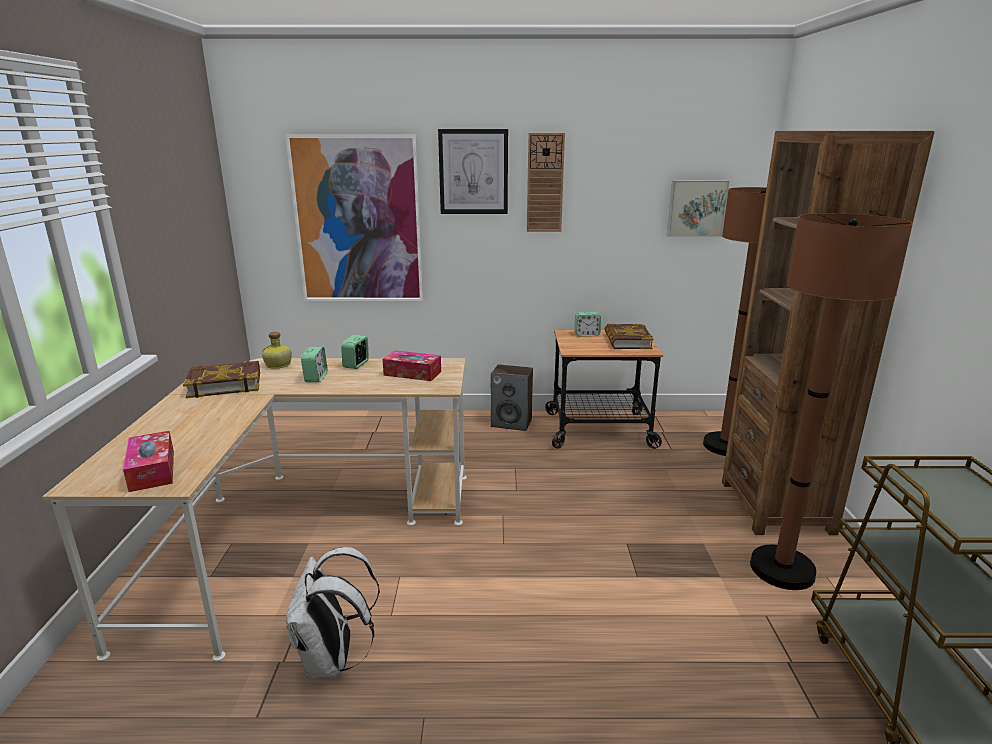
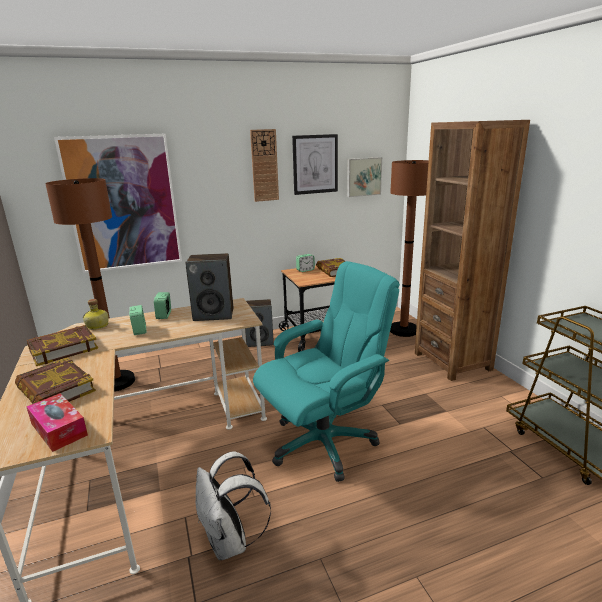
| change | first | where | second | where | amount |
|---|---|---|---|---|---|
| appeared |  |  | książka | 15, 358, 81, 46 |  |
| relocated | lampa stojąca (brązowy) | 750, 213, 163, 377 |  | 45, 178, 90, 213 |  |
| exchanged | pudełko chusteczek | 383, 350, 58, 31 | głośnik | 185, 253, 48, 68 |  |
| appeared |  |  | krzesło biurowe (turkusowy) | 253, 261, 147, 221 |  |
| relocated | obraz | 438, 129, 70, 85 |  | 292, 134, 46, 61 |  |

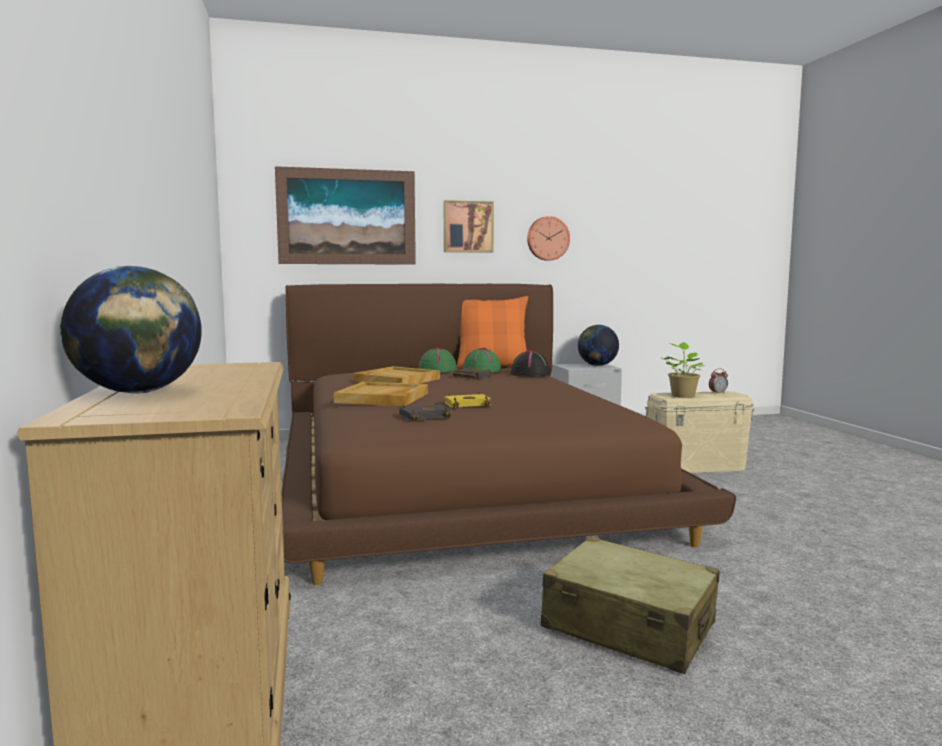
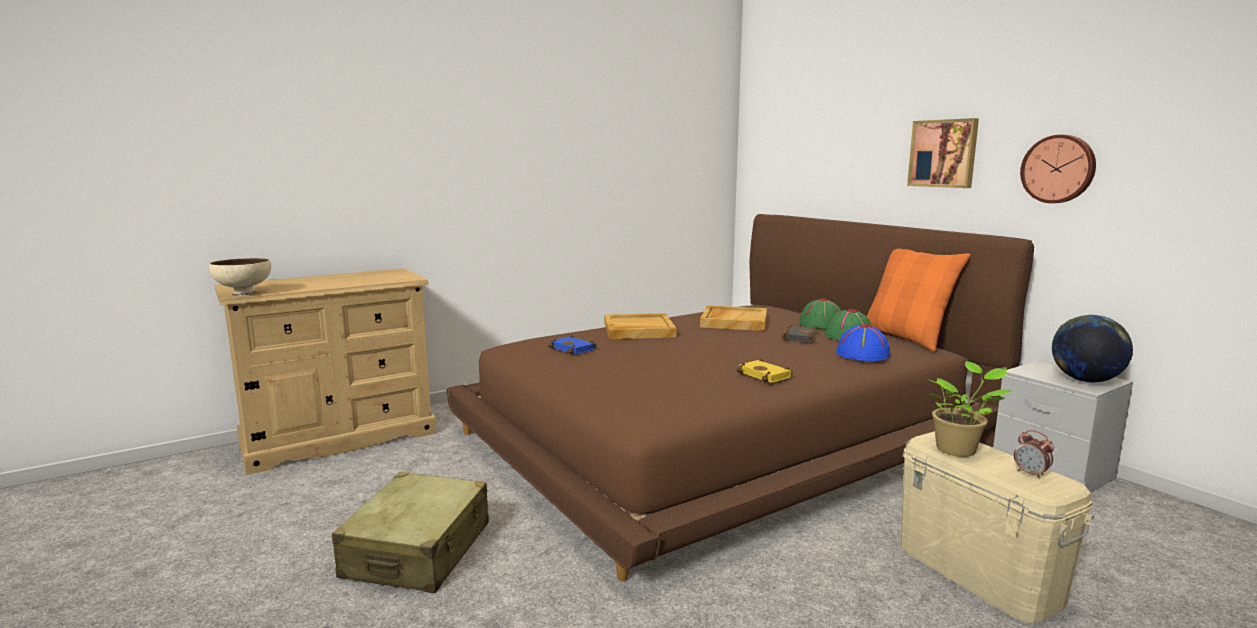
| change | first | where | second | where | amount |
|---|---|---|---|---|---|
| appeared |  |  | miska (beżowy) | 209, 258, 62, 38 |  |
| colour | książka (czarny) | 399, 402, 52, 19 | książka (niebieski) | 548, 335, 49, 20 |  |
| relocated | książka (żółty) | 444, 392, 47, 16 |  | 736, 359, 57, 24 |  |
| colour | kapelusz (czarny) | 510, 350, 41, 27 | kapelusz (niebieski) | 836, 324, 54, 37 |  |
| missing | globus | 60, 266, 142, 127 |  |  |  |
| missing | obraz | 275, 166, 141, 99 |  |  |  |

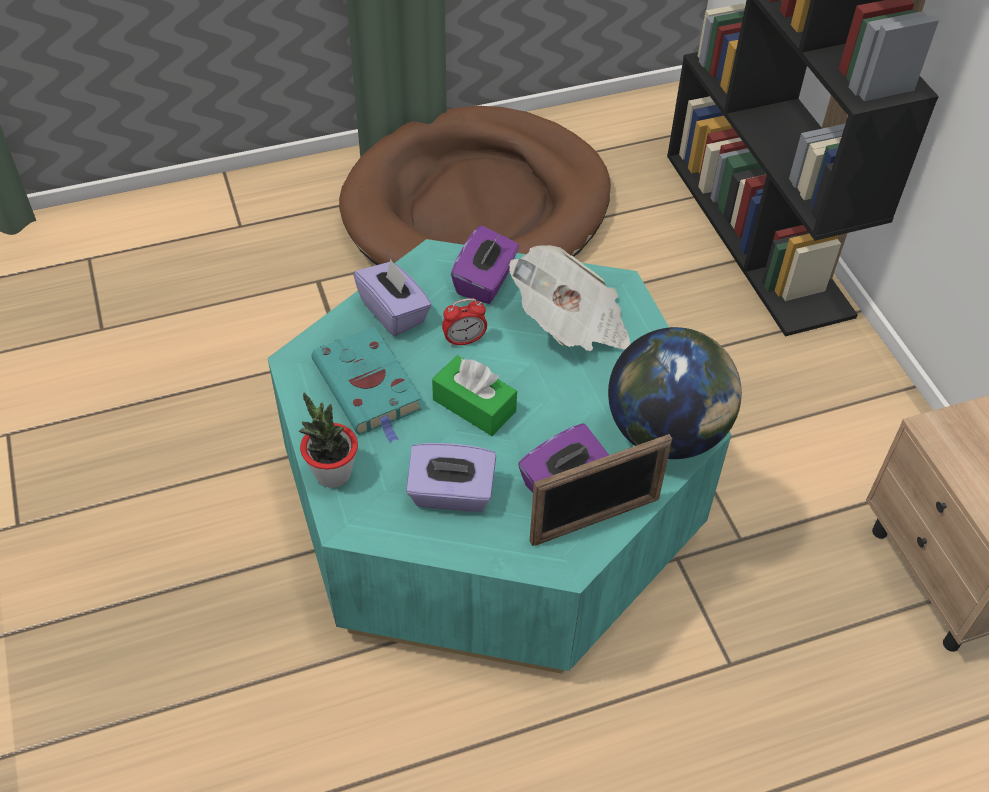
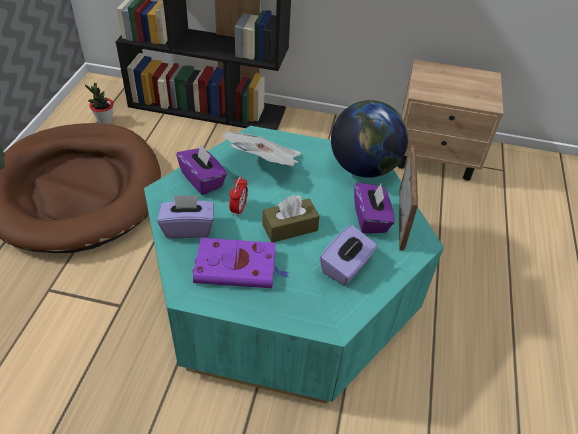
| change | first | where | second | where | amount |
|---|---|---|---|---|---|
| relocated | roślina doniczkowa | 299, 393, 59, 95 |  | 85, 83, 29, 41 |  |
| colour | książka (turkusowy) | 311, 327, 111, 116 | książka (fioletowy) | 193, 238, 96, 50 |  |
| colour | pudełko chusteczek (zielony) | 432, 355, 85, 81 | pudełko chusteczek (brązowy) | 262, 195, 58, 48 |  |

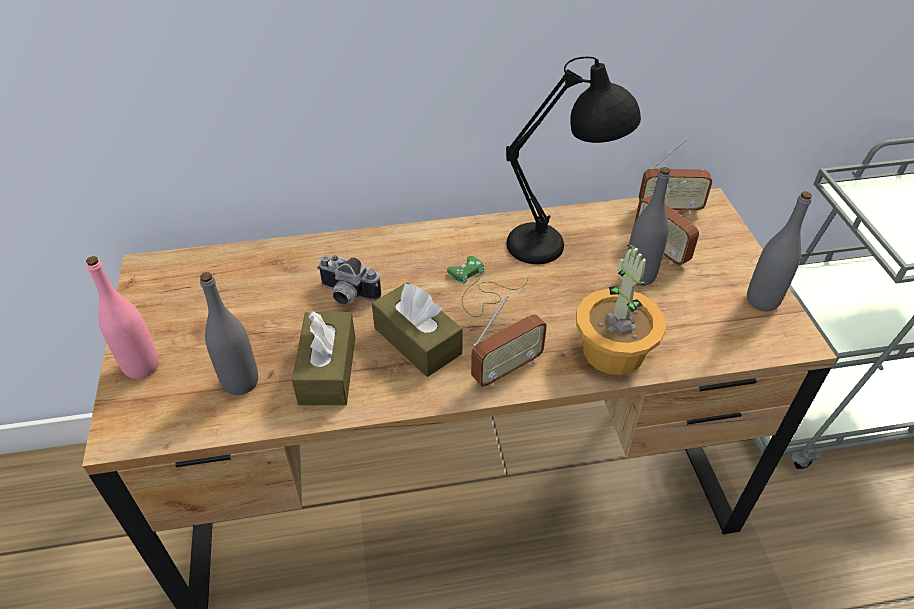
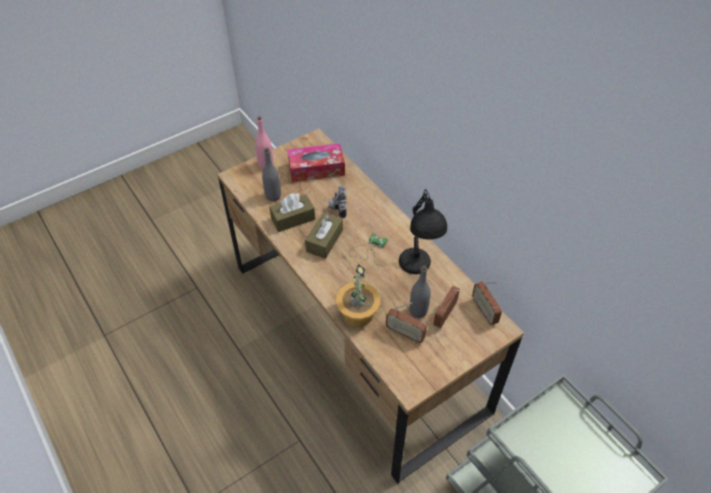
| change | first | where | second | where | amount |
|---|---|---|---|---|---|
| appeared |  |  | pudełko chusteczek | 288, 143, 57, 39 |  |
| relocated | radio | 471, 295, 76, 91 |  | 386, 303, 41, 40 |  |
| missing | butelka (szary) | 747, 191, 65, 120 |  |  |  |

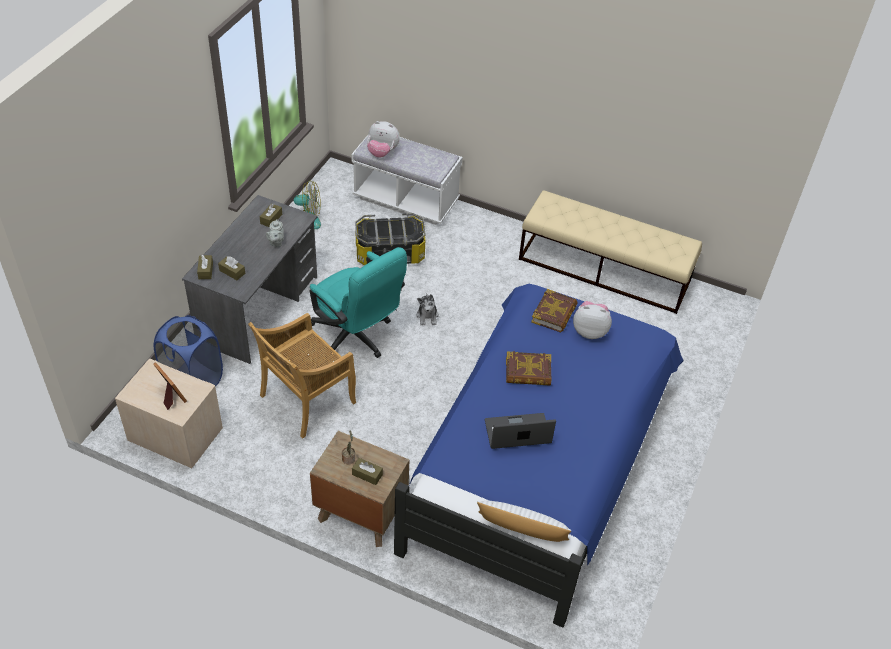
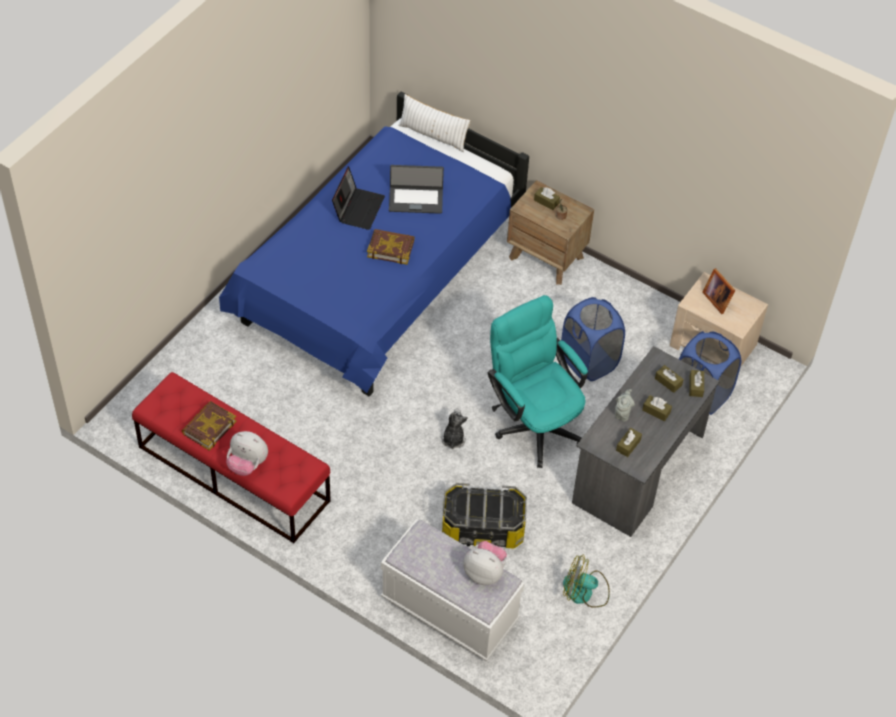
| change | first | where | second | where | amount |
|---|---|---|---|---|---|
| colour | ławka (beżowy) | 519, 190, 183, 124 | ławka (czerwony) | 132, 372, 199, 171 |  |
| relocated | książka | 531, 289, 47, 44 |  | 182, 401, 55, 49 |  |
| relocated | pluszak | 573, 301, 39, 38 |  | 226, 431, 42, 45 |  |
| appeared |  |  | laptop | 332, 166, 53, 64 |  |
| exchanged | krzesło (beżowy) | 248, 313, 108, 125 | kosz na pranie (niebieski) | 561, 297, 64, 84 |  |
| appeared |  |  | pudełko chusteczek (brązowy) | 642, 395, 30, 26 |  |

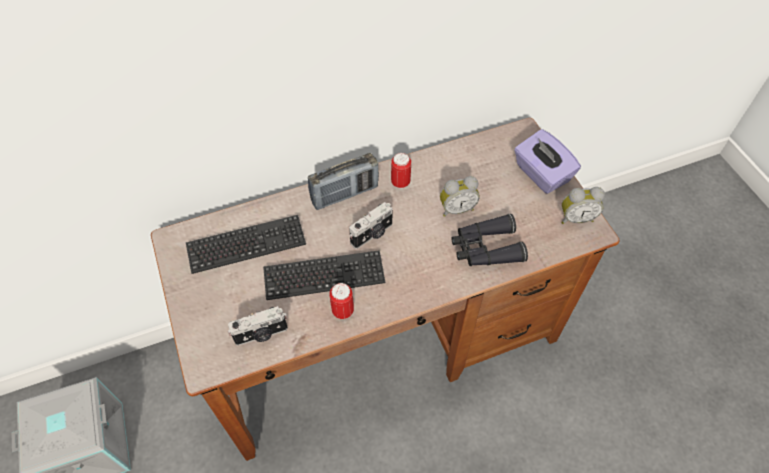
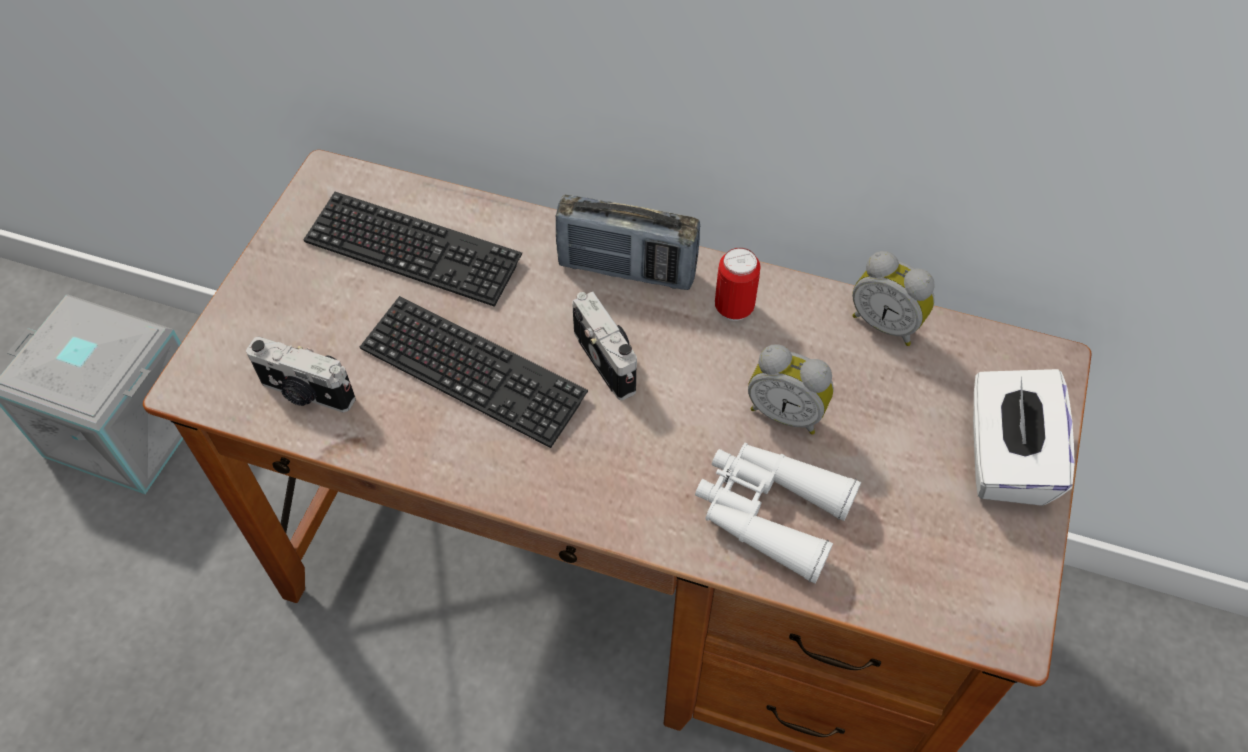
| change | first | where | second | where | amount |
|---|---|---|---|---|---|
| spun | aparat fotograficzny | 349, 202, 44, 47 |  | 572, 292, 65, 108 | 120 degrees counterclockwise |
| colour | lornetka (czarny) | 451, 214, 77, 52 | lornetka (biały) | 695, 443, 166, 141 |  |
| relocated | budzik | 561, 187, 44, 37 |  | 852, 251, 83, 95 |  |
| colour | pudełko chusteczek (fioletowy) | 514, 129, 67, 65 | pudełko chusteczek (biały) | 973, 369, 102, 137 |  |
| missing | puszka | 329, 283, 25, 36 |  |  |  |

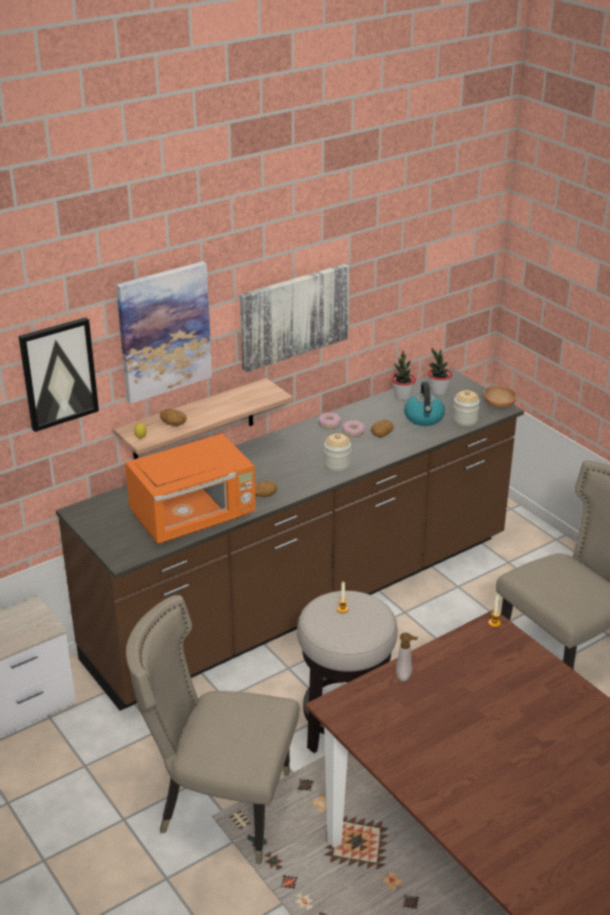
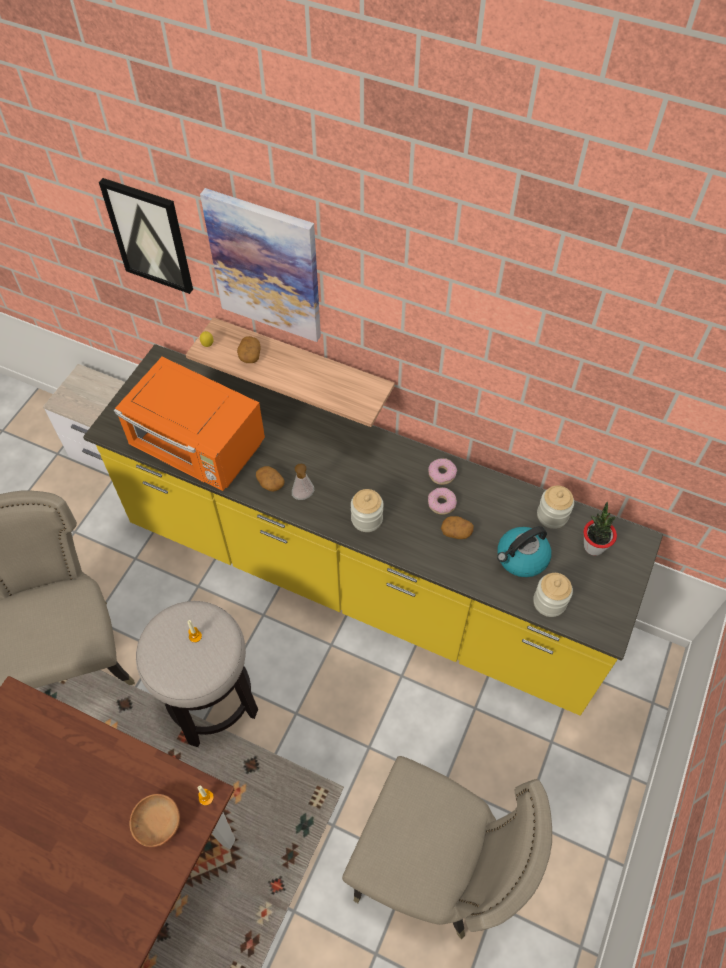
| change | first | where | second | where | amount |
|---|---|---|---|---|---|
| colour | zabudowa kuchenna (brązowy) | 56, 368, 468, 343 | zabudowa kuchenna (żółty) | 83, 344, 580, 372 |  |
| relocated | miska (brązowy) | 483, 386, 34, 22 |  | 129, 794, 51, 53 |  |
| relocated | dozownik mydła | 396, 633, 22, 48 |  | 292, 464, 22, 36 |  |
| exchanged | roślina doniczkowa | 392, 351, 24, 50 | słoik | 537, 485, 37, 44 |  |
| missing | obraz | 240, 264, 110, 108 |  |  |  |

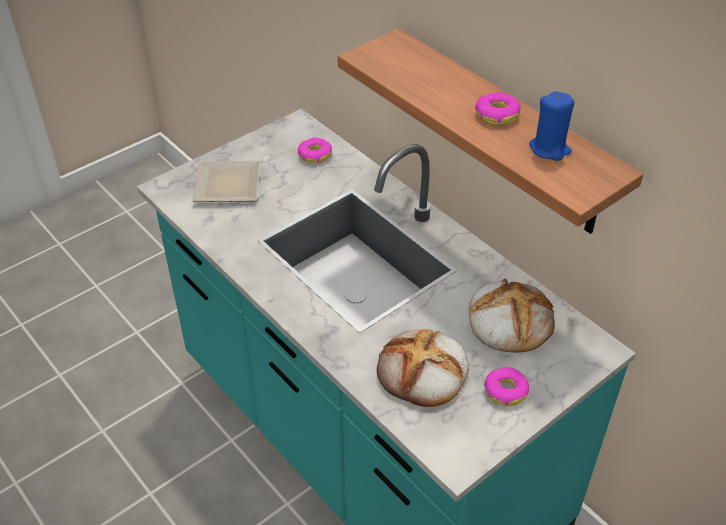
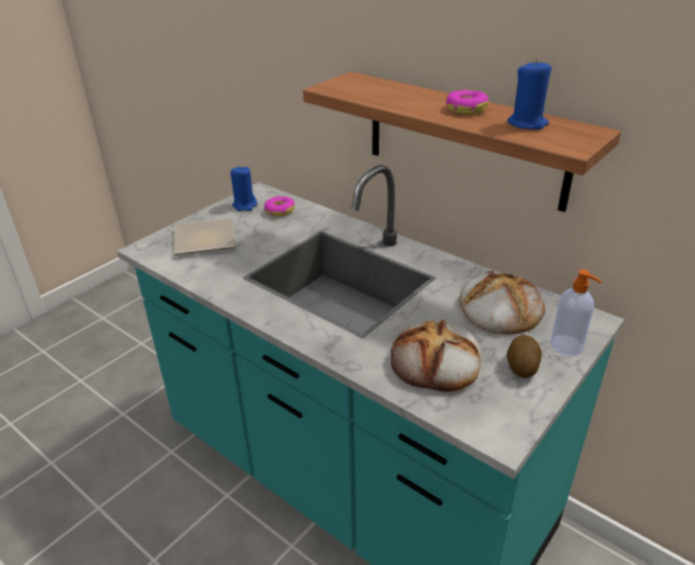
| change | first | where | second | where | amount |
|---|---|---|---|---|---|
| appeared |  |  | świeca (niebieski) | 230, 166, 27, 45 |  |
| exchanged | donut | 484, 367, 46, 39 | ziemniak | 507, 335, 35, 43 |  |
| appeared |  |  | dozownik mydła | 550, 269, 52, 87 |  |

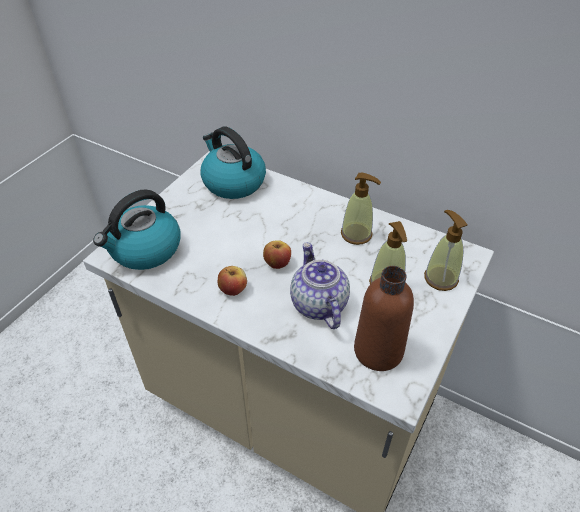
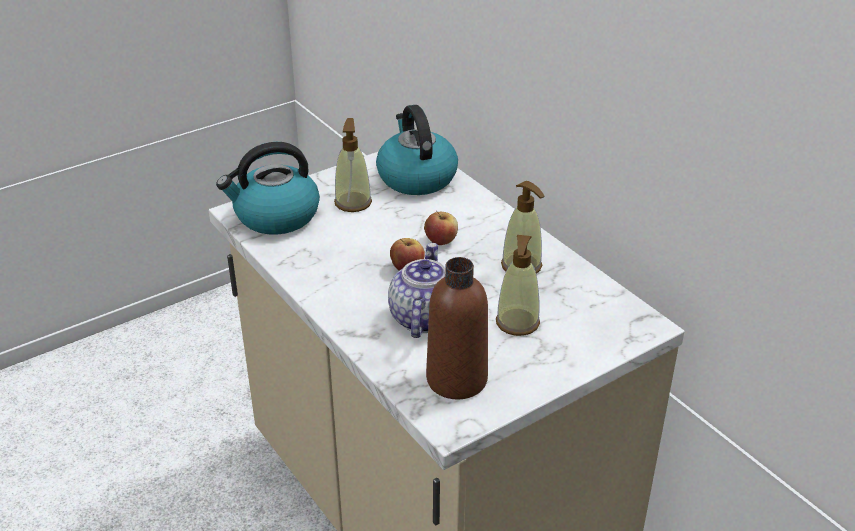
| change | first | where | second | where | amount |
|---|---|---|---|---|---|
| relocated | dozownik mydła | 424, 210, 43, 81 |  | 334, 118, 38, 94 |  |
| relocated | jabłko | 218, 266, 29, 30 |  | 424, 211, 34, 34 |  |

